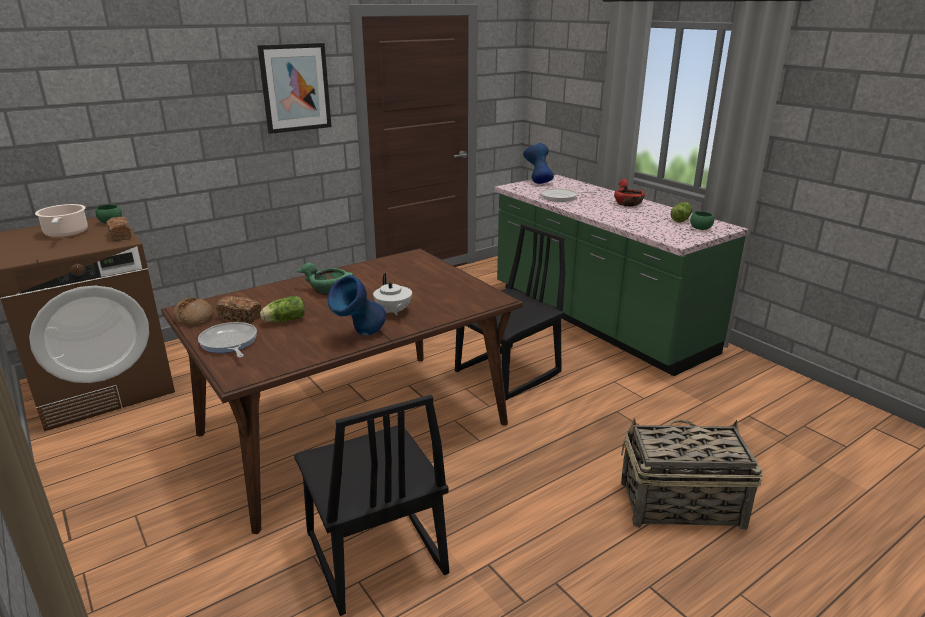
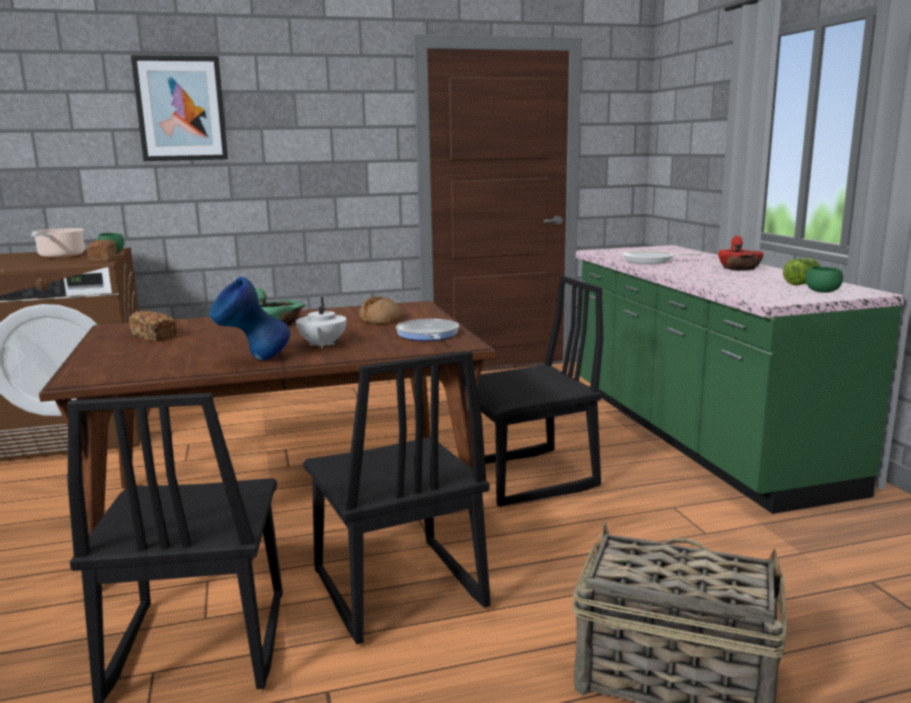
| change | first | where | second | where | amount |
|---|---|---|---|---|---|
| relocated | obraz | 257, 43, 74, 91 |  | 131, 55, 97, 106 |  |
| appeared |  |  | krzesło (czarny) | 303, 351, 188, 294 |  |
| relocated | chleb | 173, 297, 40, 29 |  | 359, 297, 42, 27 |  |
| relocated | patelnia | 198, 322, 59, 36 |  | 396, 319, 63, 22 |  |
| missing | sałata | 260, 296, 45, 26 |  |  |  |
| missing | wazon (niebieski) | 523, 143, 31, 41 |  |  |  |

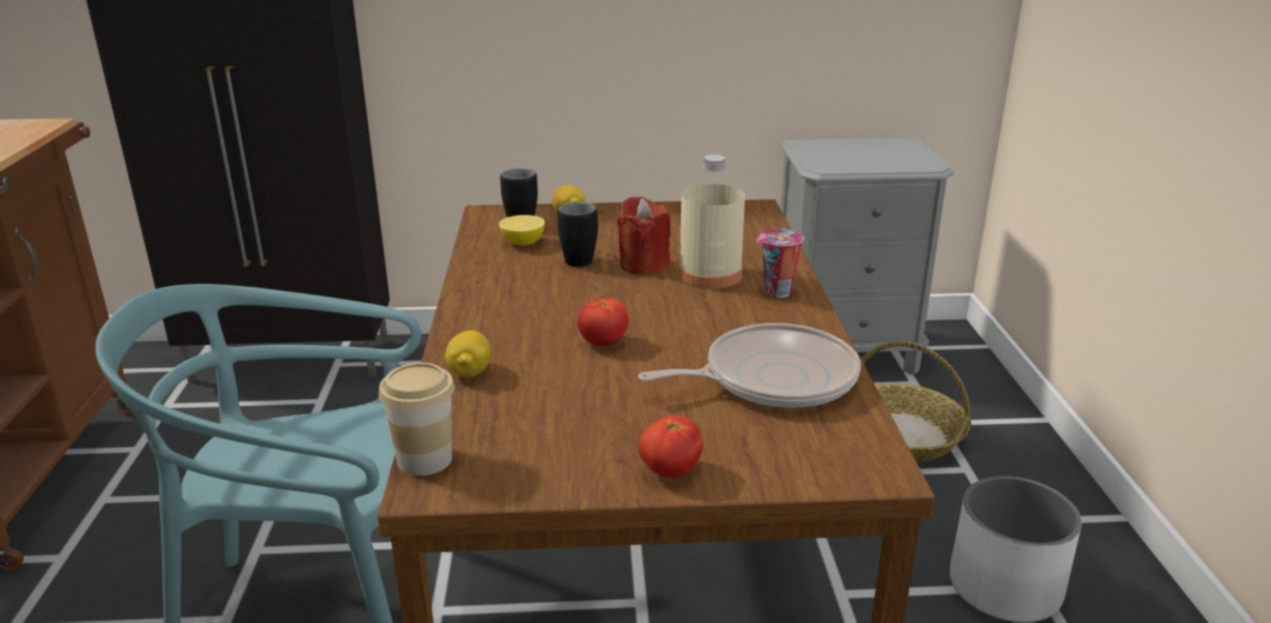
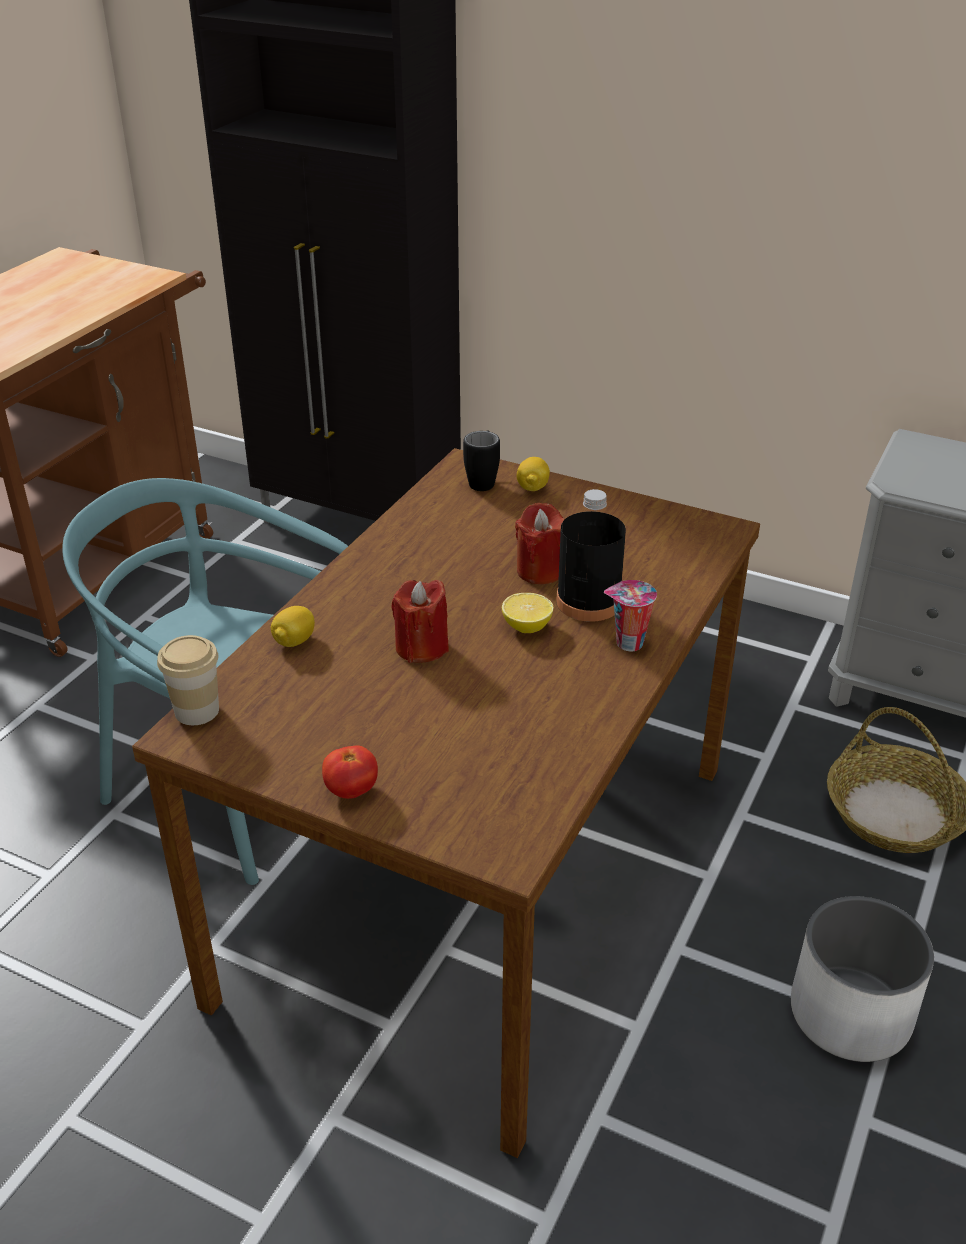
| change | first | where | second | where | amount |
|---|---|---|---|---|---|
| exchanged | pomidor | 577, 298, 52, 48 | świeca (czerwony) | 391, 580, 58, 83 |  |
| relocated | cytryna | 499, 215, 46, 31 |  | 502, 593, 52, 40 |  |
| colour | butelka (beżowy) | 679, 155, 66, 134 | butelka (czarny) | 556, 489, 70, 133 |  |
| missing | kubek (czarny) | 557, 202, 41, 65 |  |  |  |
| missing | patelnia | 638, 323, 223, 85 |  |  |  |

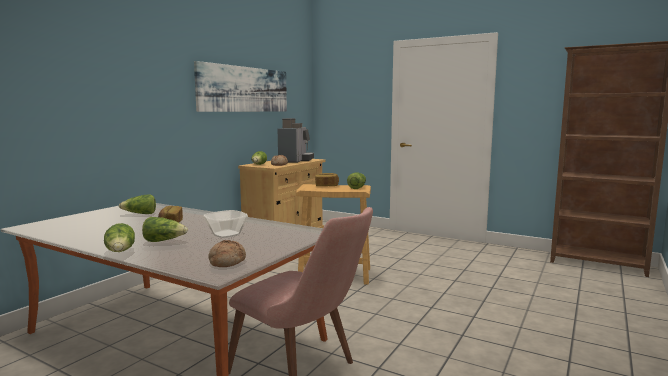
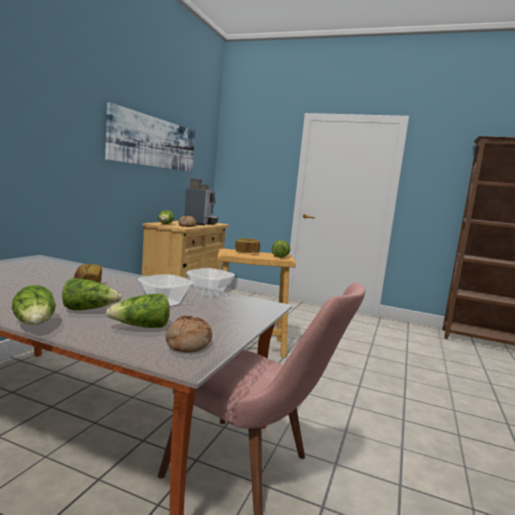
| change | first | where | second | where | amount |
|---|---|---|---|---|---|
| relocated | sałata | 119, 195, 37, 19 |  | 106, 294, 64, 34 |  |
| appeared |  |  | miska | 186, 268, 49, 30 |  |

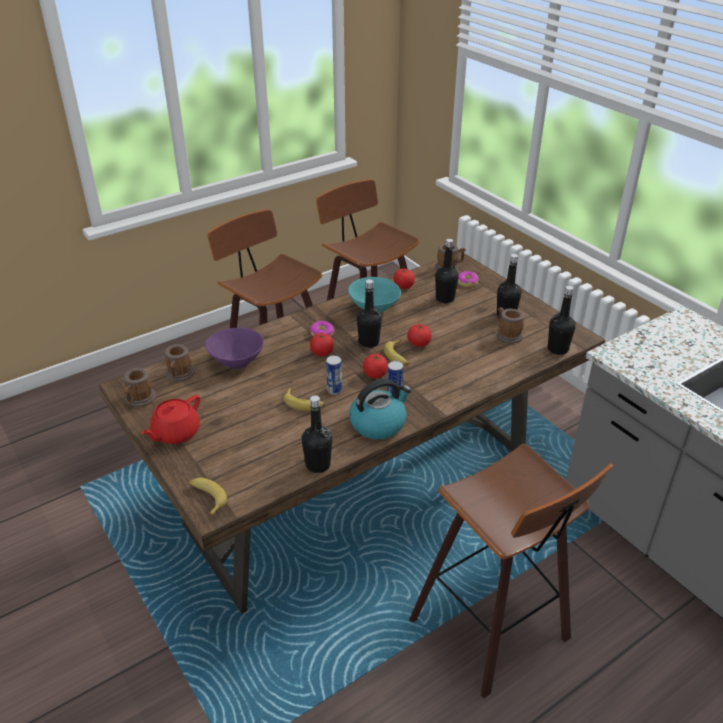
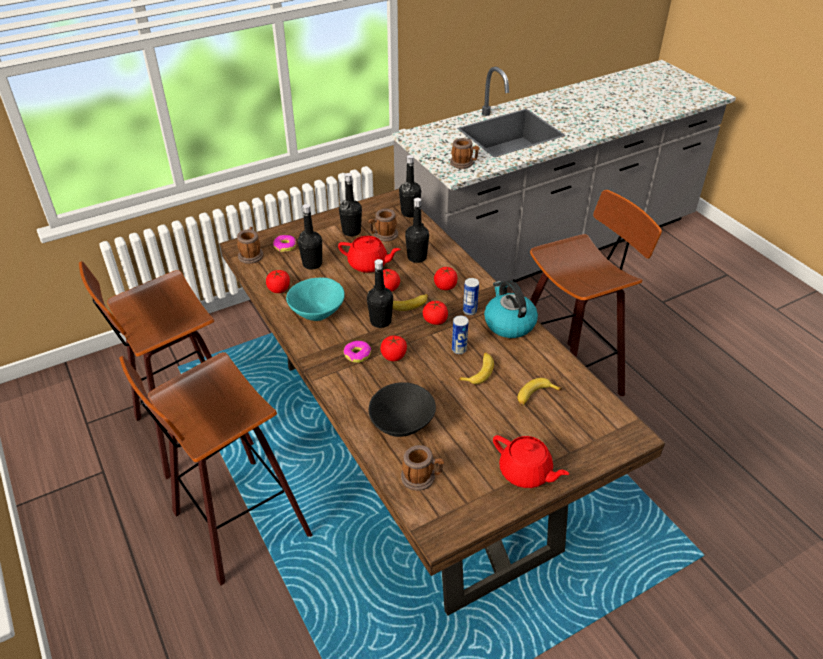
| change | first | where | second | where | amount |
|---|---|---|---|---|---|
| appeared |  |  | imbryk (czerwony) | 338, 236, 63, 37 |  |
| colour | miska (fioletowy) | 205, 328, 59, 41 | miska (czarny) | 369, 382, 67, 55 |  |
| relocated | butelka (czarny) | 302, 395, 30, 78 |  | 405, 198, 24, 65 |  |
| appeared |  |  | pomidor | 434, 267, 24, 23 |  |
| relocated | kubek | 124, 368, 32, 39 |  | 450, 138, 30, 31 |  |
| relocated | banan | 189, 478, 38, 39 |  | 518, 378, 44, 28 |  |

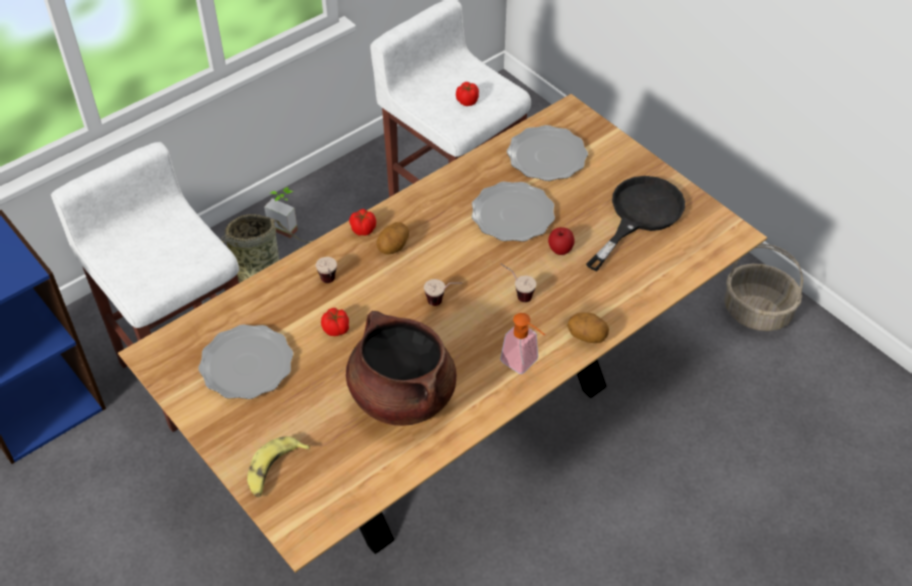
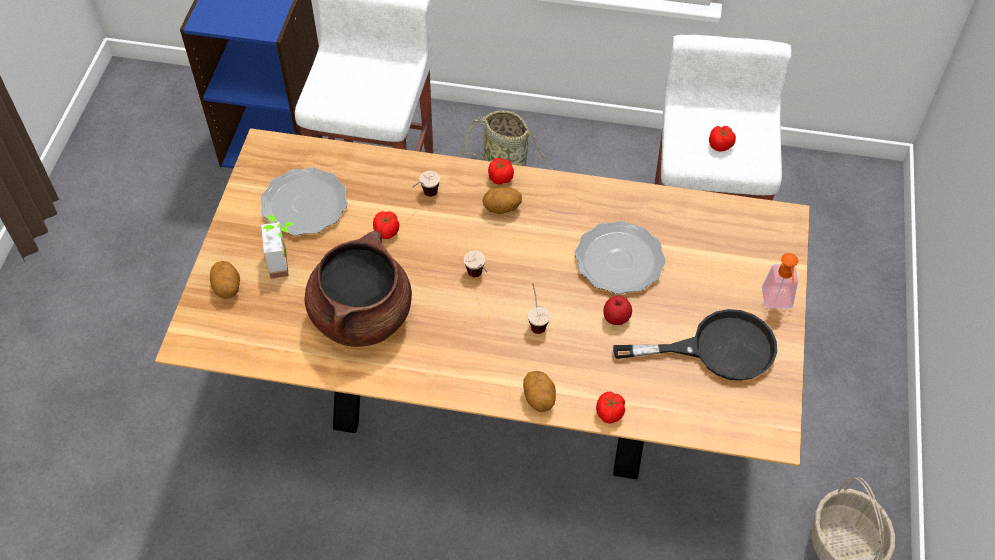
| change | first | where | second | where | amount |
|---|---|---|---|---|---|
| exchanged | banan | 247, 436, 63, 61 | ziemniak | 210, 261, 30, 38 |  |
| relocated | roślina doniczkowa | 264, 187, 34, 51 |  | 261, 215, 33, 64 |  |
| appeared |  |  | pomidor | 596, 392, 29, 32 |  |
| relocated | dozownik mydła | 500, 313, 45, 61 |  | 762, 253, 36, 55 |  |
| missing | talerz | 507, 125, 81, 56 |  |  |  |

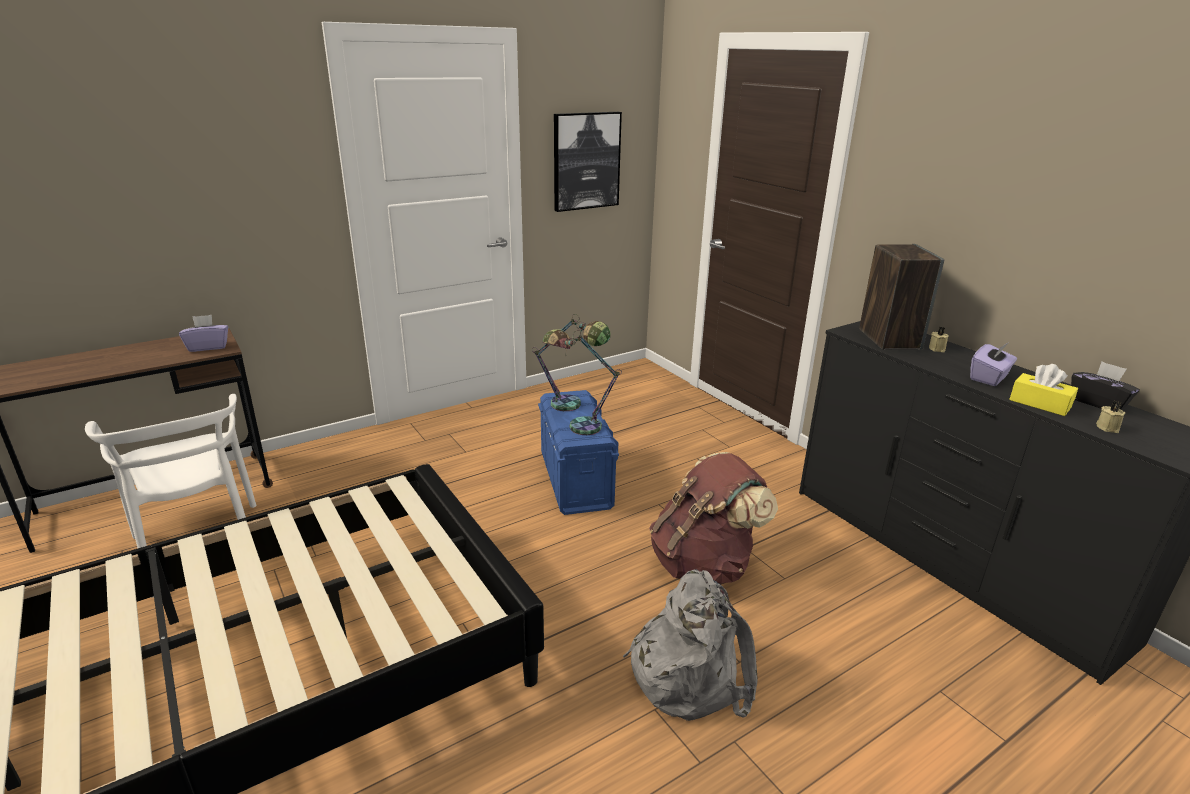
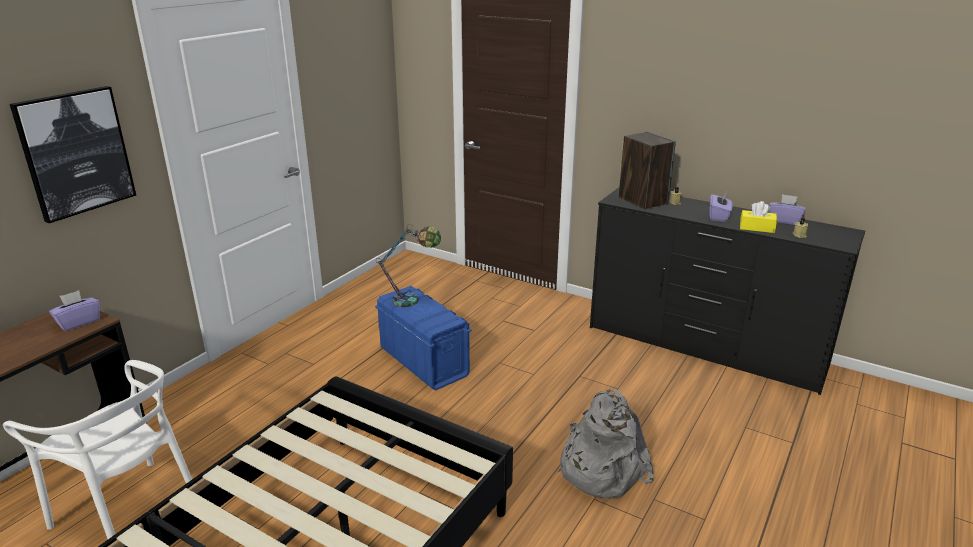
| change | first | where | second | where | amount |
|---|---|---|---|---|---|
| relocated | obraz | 554, 112, 68, 100 |  | 10, 86, 126, 137 |  |
| colour | pudełko chusteczek (czarny) | 1071, 361, 69, 49 | pudełko chusteczek (fioletowy) | 769, 194, 36, 31 |  |
| missing | lampa stołowa | 543, 329, 79, 106 |  |  |  |
| missing | plecak (brązowy) | 649, 452, 129, 132 |  |  |  |

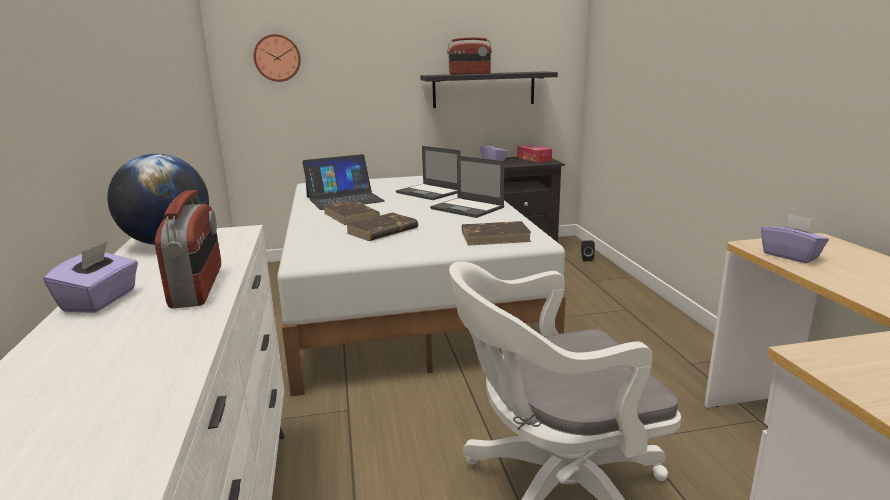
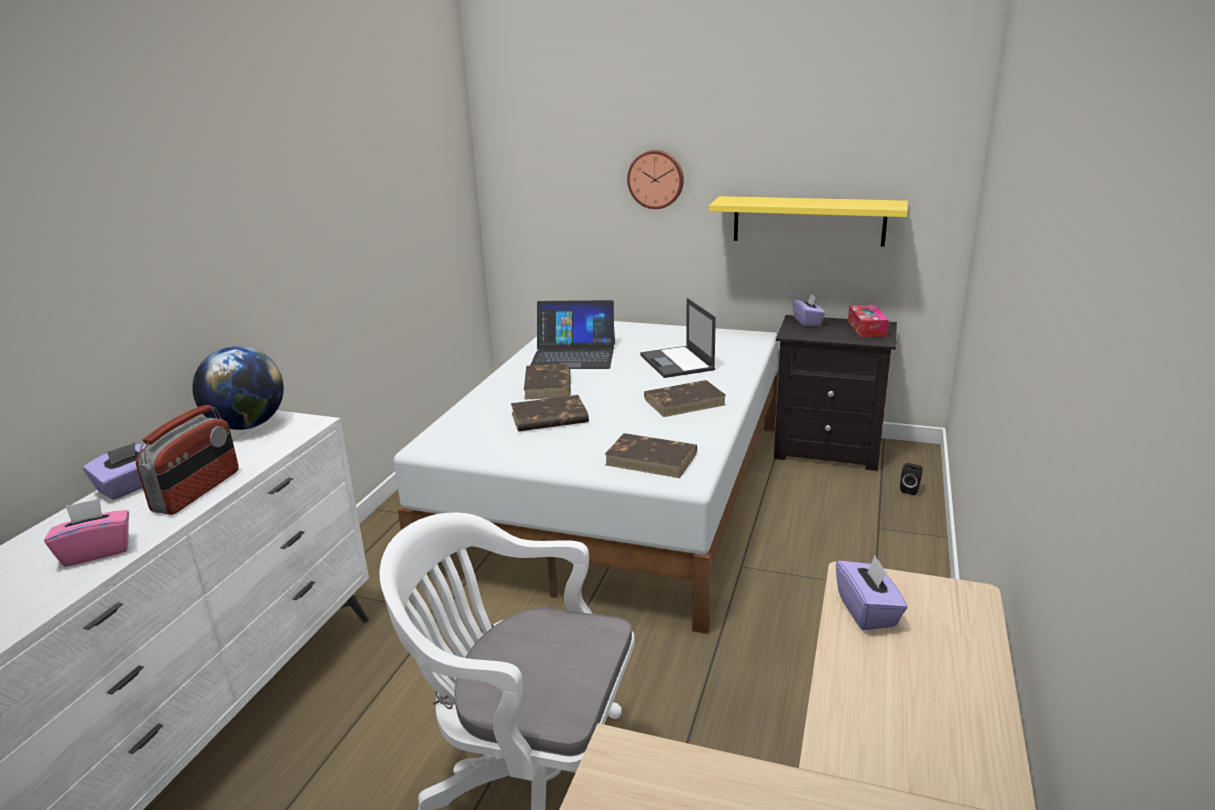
| change | first | where | second | where | amount |
|---|---|---|---|---|---|
| appeared |  |  | pudełko chusteczek (różowy) | 44, 498, 85, 69 |  |
| relocated | zegar ścienny | 254, 34, 47, 48 |  | 627, 150, 57, 59 |  |
| exchanged | laptop | 430, 156, 74, 62 | książka (brązowy) | 644, 380, 82, 37 |  |
| colour | półka (czarny) | 420, 71, 138, 37 | półka (żółty) | 709, 196, 199, 51 |  |
| missing | radio | 447, 37, 45, 38 |  |  |  |

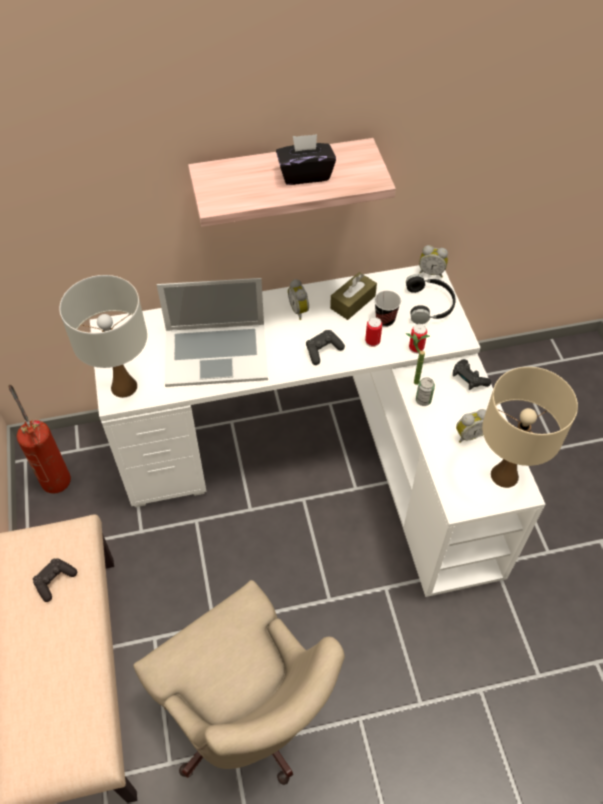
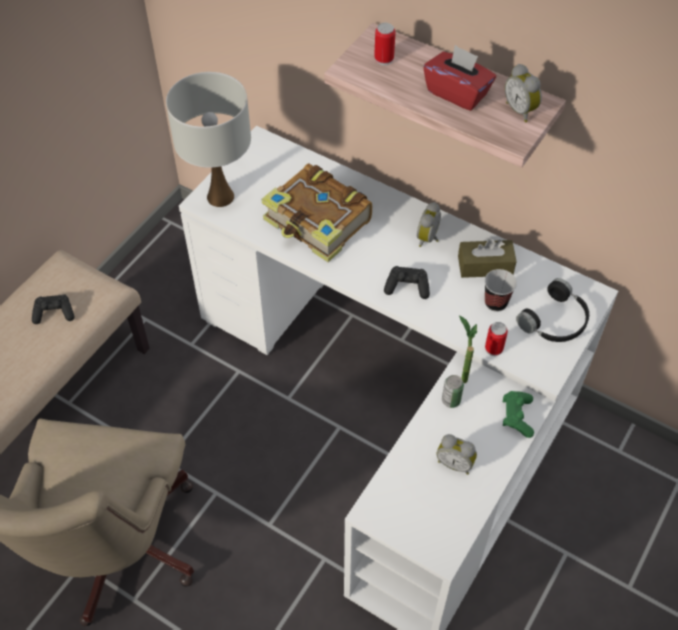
| change | first | where | second | where | amount |
|---|---|---|---|---|---|
| exchanged | laptop | 157, 278, 111, 109 | książka | 261, 164, 111, 98 |  |
| relocated | puszka | 365, 317, 17, 30 |  | 374, 23, 22, 42 |  |
| colour | pudełko chusteczek (czarny) | 276, 134, 60, 51 | pudełko chusteczek (czerwony) | 423, 45, 73, 66 |  |
| colour | pad do gier (czarny) | 453, 359, 38, 31 | pad do gier (zielony) | 503, 391, 31, 47 |  |
| relocated | budzik | 419, 245, 29, 33 |  | 505, 64, 37, 58 |  |
| missing | gaśnica | 8, 385, 63, 109 |  |  |  |
| missing | lampa stołowa (beżowy) | 482, 367, 96, 121 |  |  |  |

